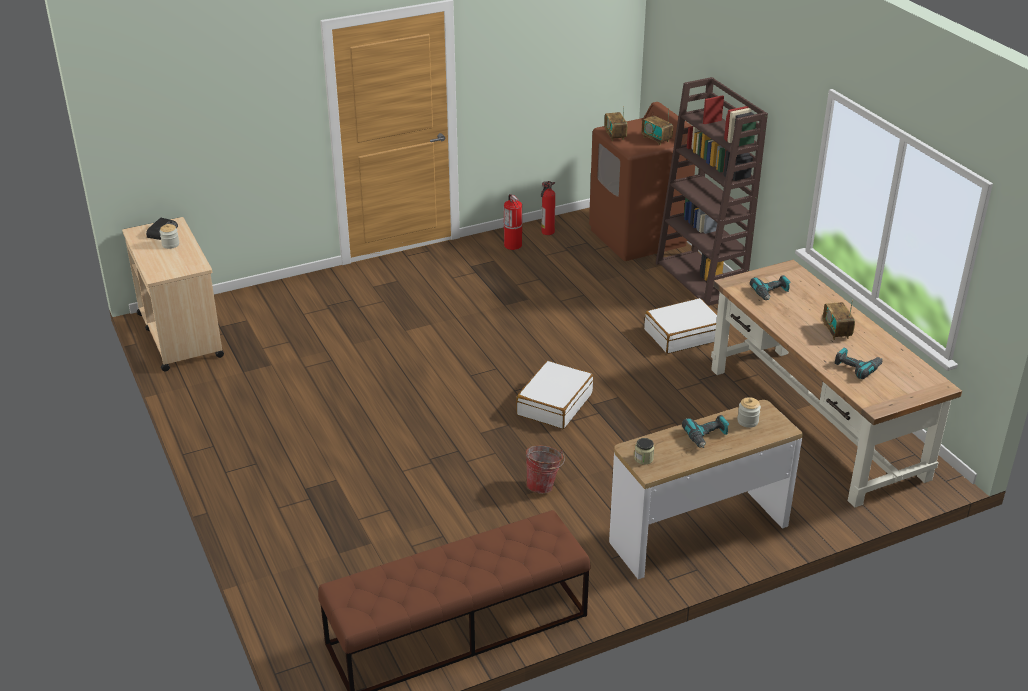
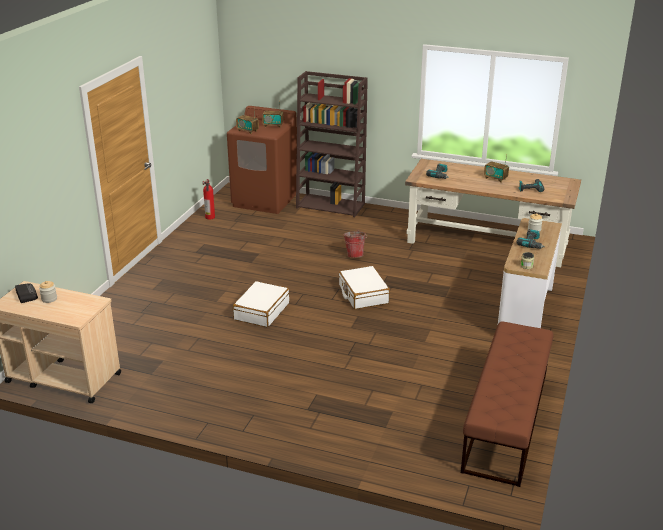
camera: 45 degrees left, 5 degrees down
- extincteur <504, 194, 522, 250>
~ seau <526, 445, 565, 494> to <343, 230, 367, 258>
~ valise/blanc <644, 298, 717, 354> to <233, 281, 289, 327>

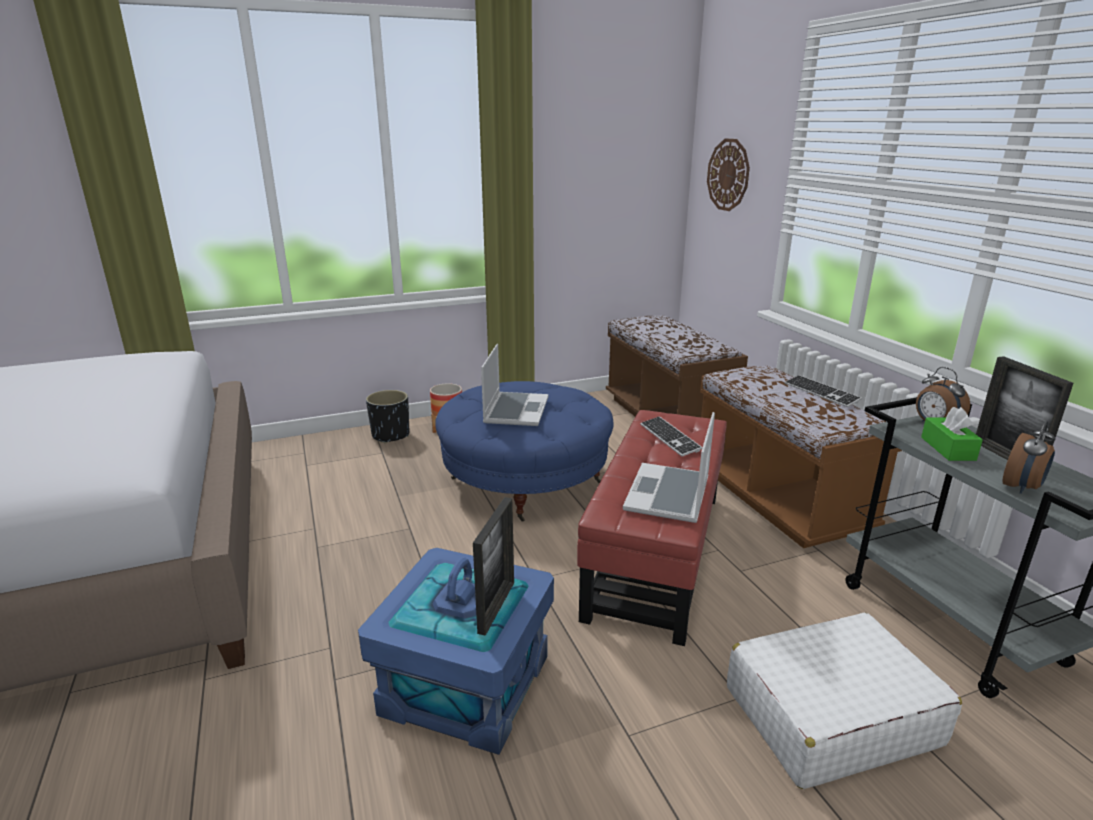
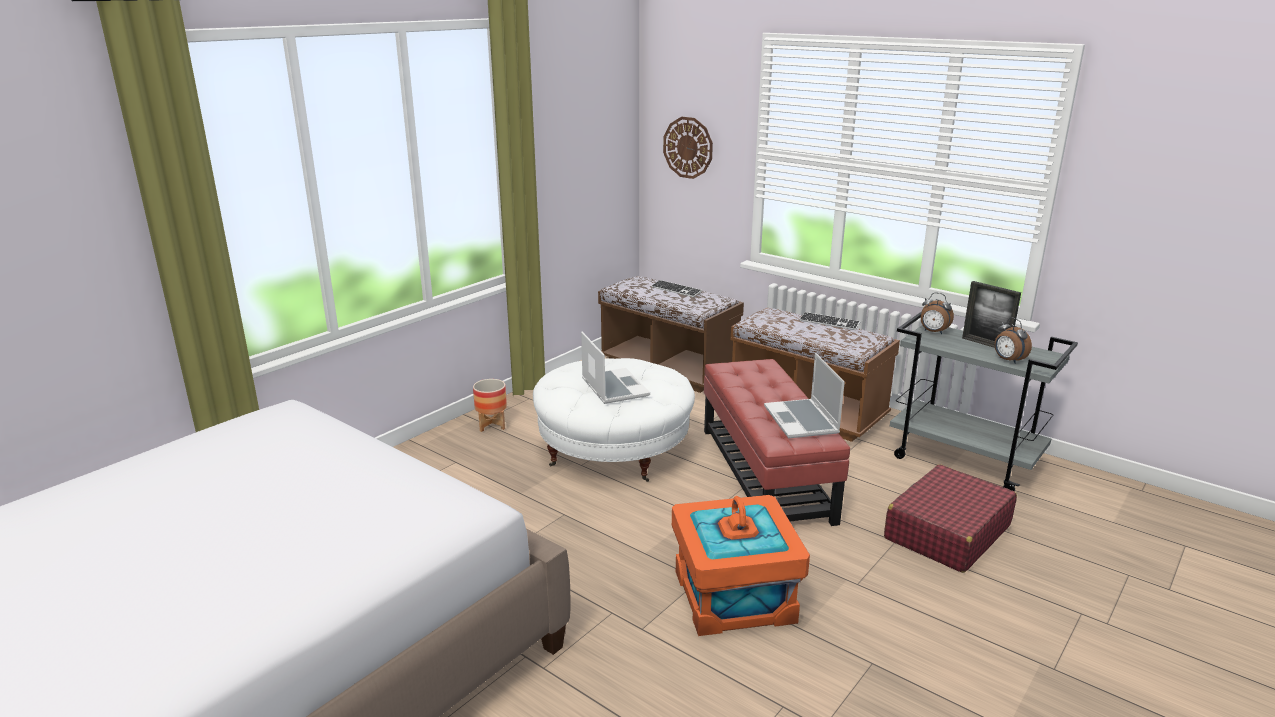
camera: 30 degrees left, 0 degrees up
- cache-pot/noir <366, 390, 409, 443>
- cadre photo <473, 497, 514, 636>
- boîte à mouchoirs/vert <921, 407, 983, 461>
~ clavier <640, 416, 703, 456> to <651, 280, 702, 297>
~ boîte de rangement/bleu <358, 548, 554, 755> to boîte de rangement/orange <672, 495, 810, 636>
~ pouf/bleu <435, 381, 614, 522> to pouf/blanc <533, 358, 695, 482>
~ valise/blanc <727, 613, 962, 789> to valise/rouge <884, 464, 1017, 573>
~ réveil <1002, 420, 1056, 494> = <995, 318, 1032, 364> 135 degrees clockwise

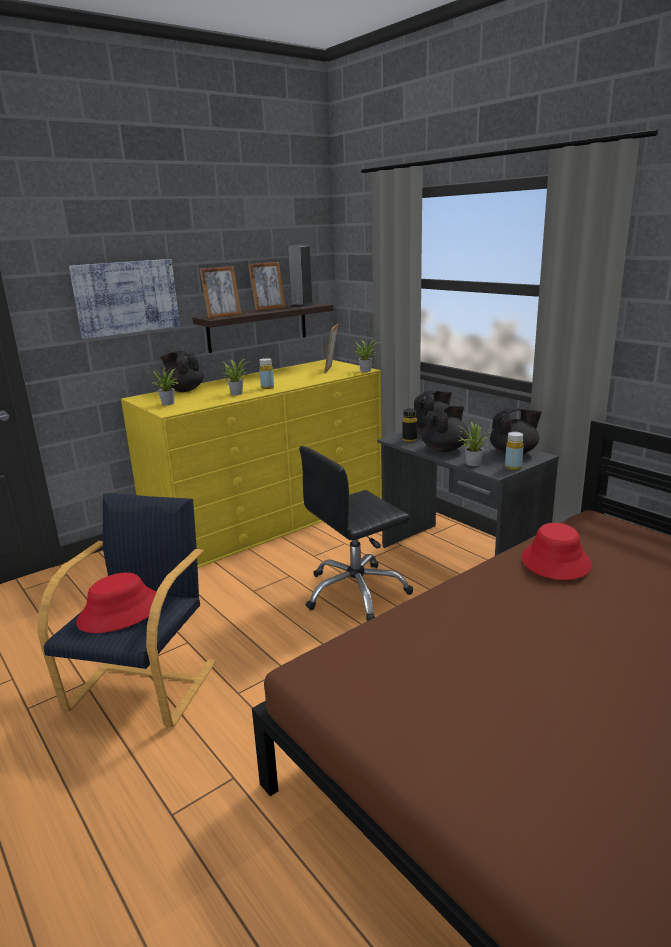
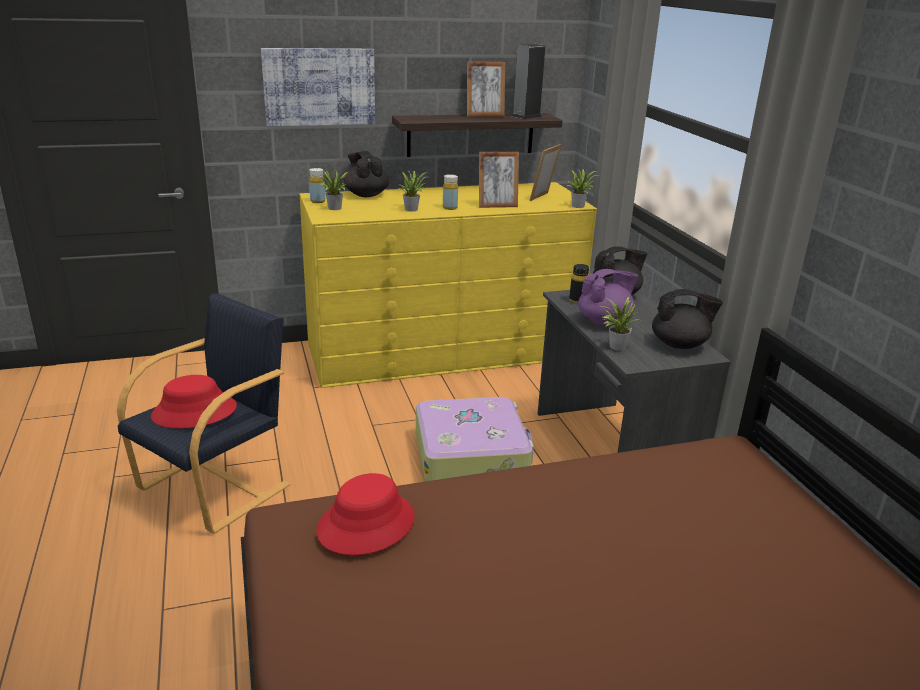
camera: 20 degrees right, 5 degrees up
~ cadre photo <200, 266, 241, 319> to <479, 152, 519, 208>
~ bouteille/jaune <505, 432, 523, 470> to <309, 168, 325, 203>
~ chapeau/rouge <521, 523, 592, 580> to <316, 473, 415, 555>
~ chaise de bureau/noir <299, 446, 413, 621> to valise <416, 397, 534, 482>
~ théière/noir <422, 405, 469, 452> to théière/violet <578, 269, 638, 325>

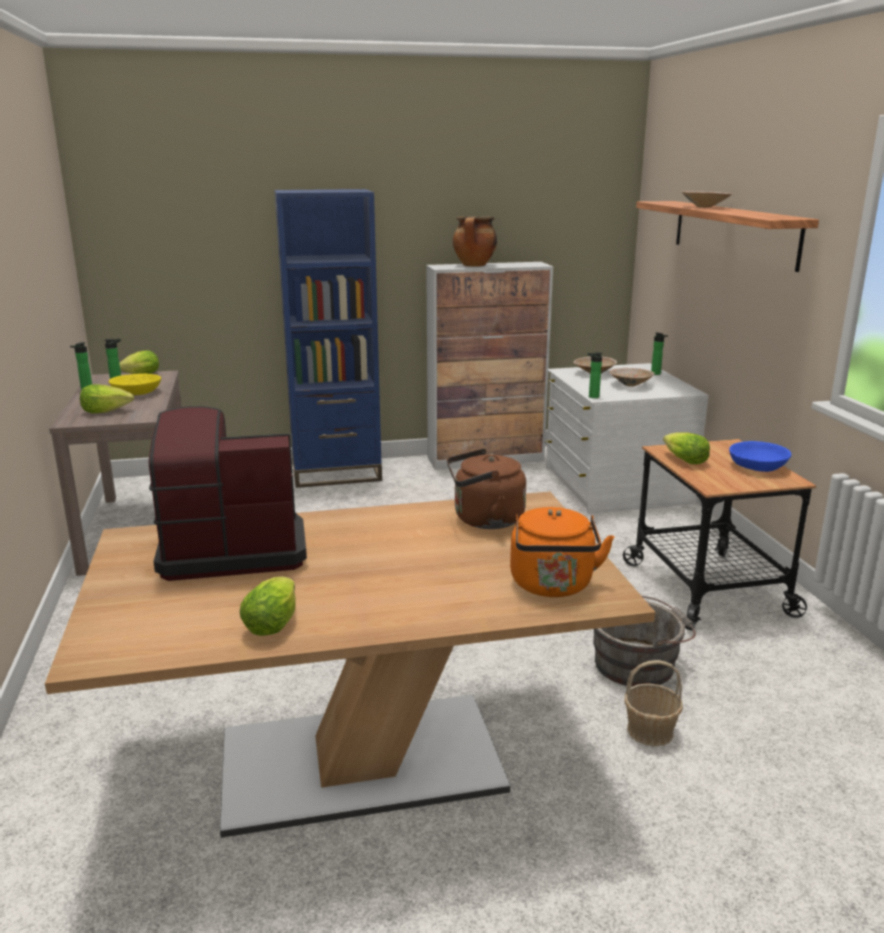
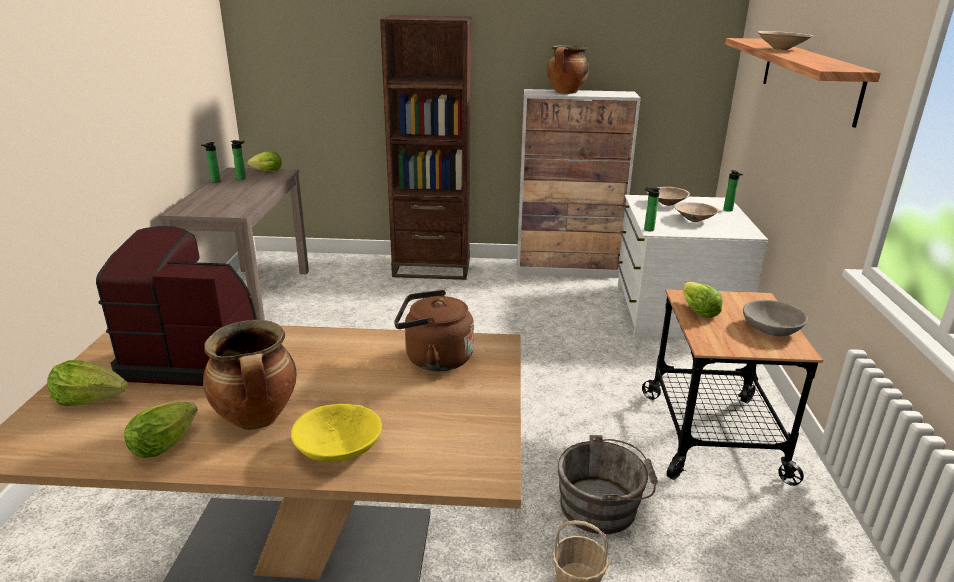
camera: 15 degrees right, 5 degrees up
- bouilloire/orange <510, 507, 614, 597>
+ marmite <203, 320, 297, 430>
~ laitue <80, 384, 134, 413> to <47, 360, 128, 406>
~ bol/jaune <109, 374, 161, 395> to <291, 404, 382, 462>
~ bibliothèque/bleu <274, 189, 382, 488> to bibliothèque/marron <380, 15, 471, 280>
~ bol/bleu <729, 441, 791, 472> to bol/gris <743, 300, 808, 337>

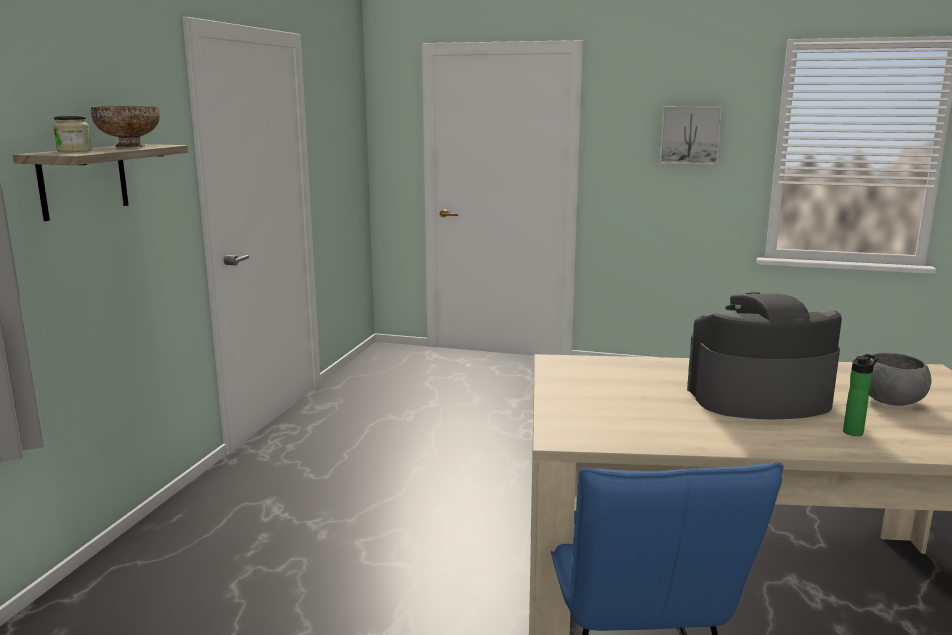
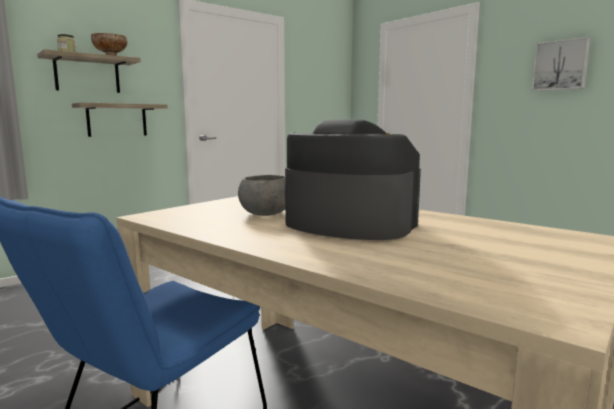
camera: 35 degrees right, 5 degrees down
- bouteille <843, 354, 878, 436>
+ étagère <72, 102, 168, 137>
~ bol/gris <869, 353, 932, 406> to <238, 175, 285, 216>

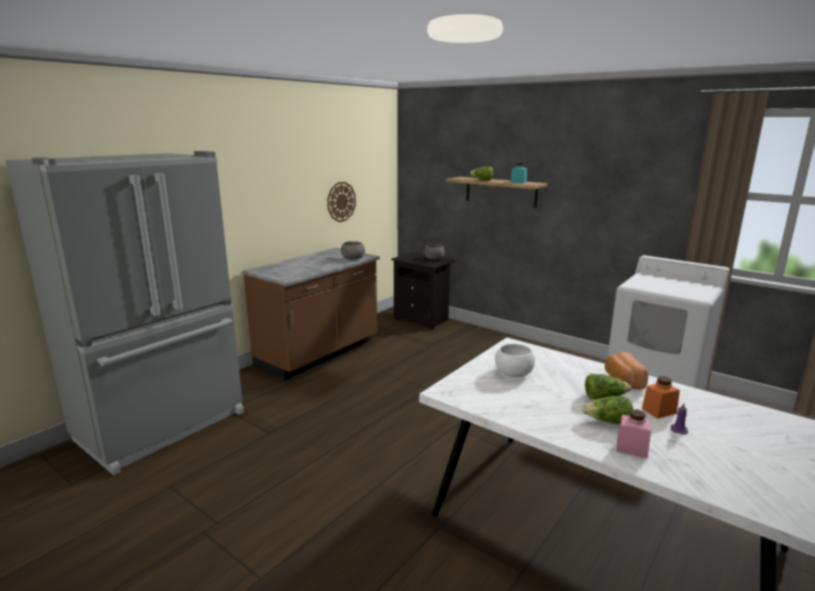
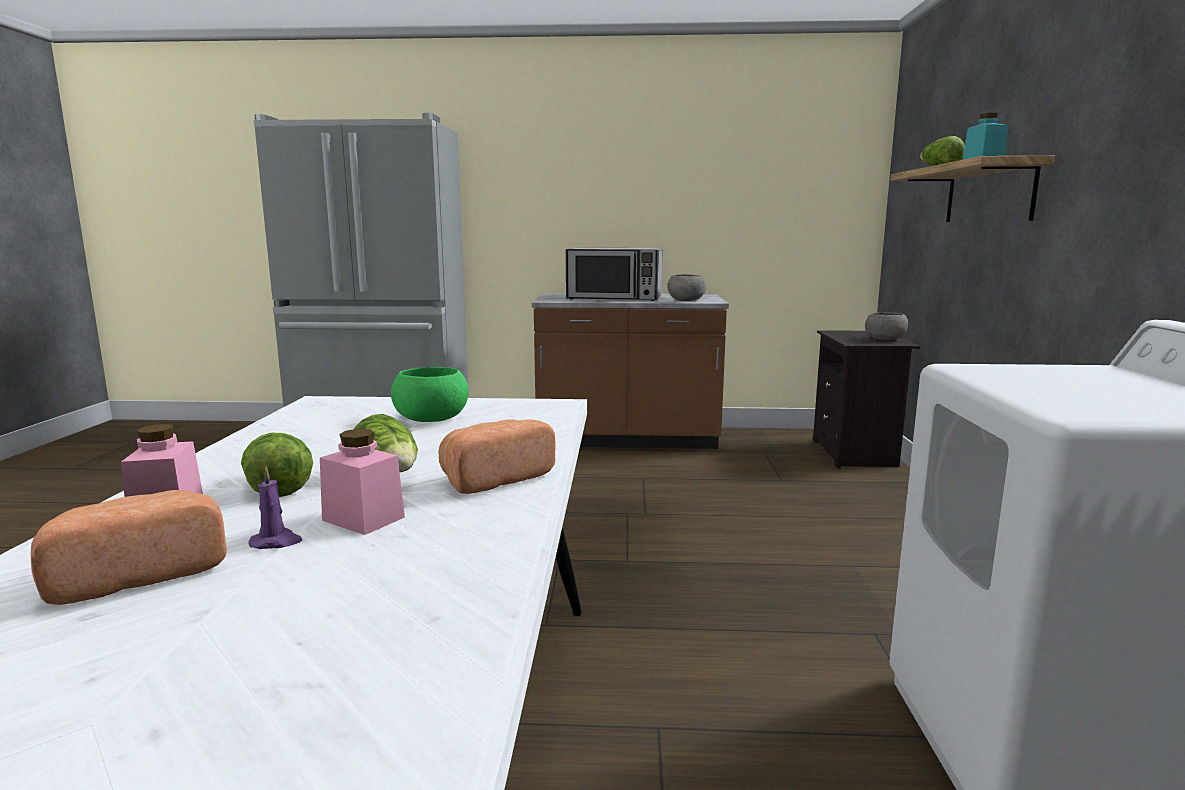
camera: 55 degrees right, 5 degrees down
- horloge murale <327, 182, 356, 222>
+ pain <31, 490, 227, 605>
+ micro-ondes <566, 248, 663, 301>
~ bol/blanc <495, 344, 535, 377> to bol/vert <391, 367, 468, 422>
~ bocal/orange <642, 376, 680, 419> to bocal/rose <320, 429, 405, 535>

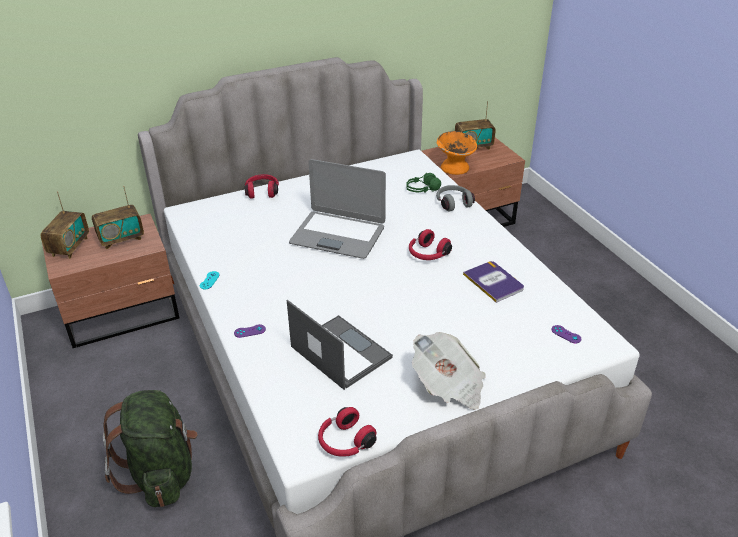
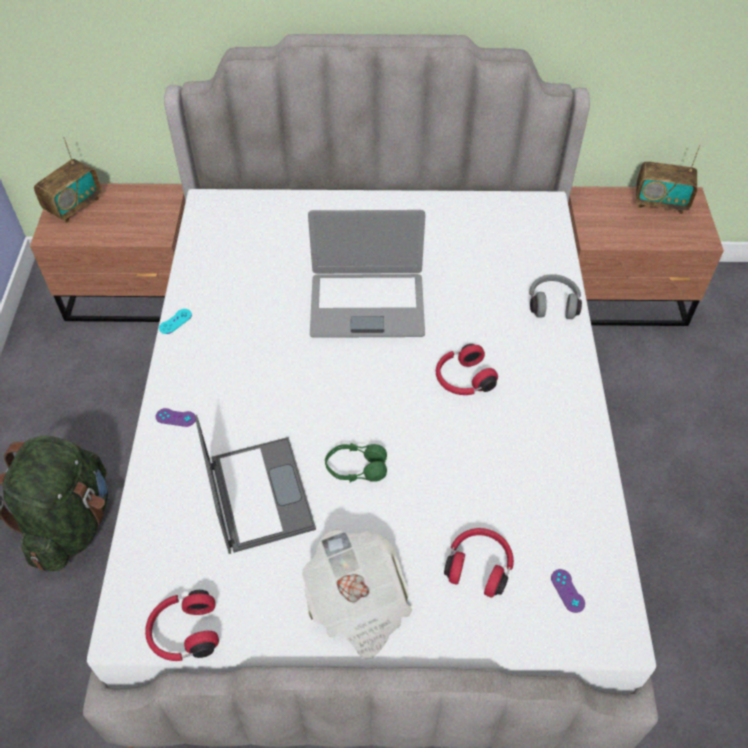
camera: 25 degrees right, 15 degrees up
- radio <92, 186, 144, 249>
- bol/orange <437, 131, 477, 175>
- livre <463, 261, 524, 303>
~ casque audio/rouge <245, 174, 279, 198> to <444, 528, 514, 597>
~ casque audio/vert <406, 173, 441, 192> to <325, 443, 387, 482>
~ ordinateur portable <289, 159, 386, 259> = <308, 210, 425, 338> 45 degrees counterclockwise

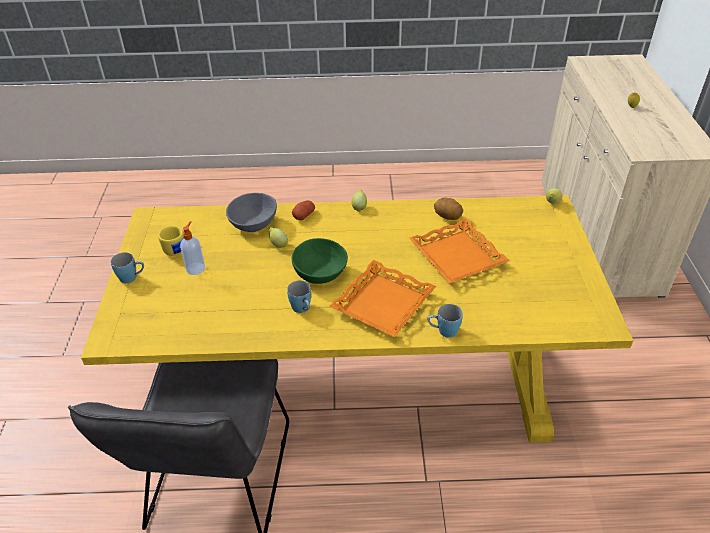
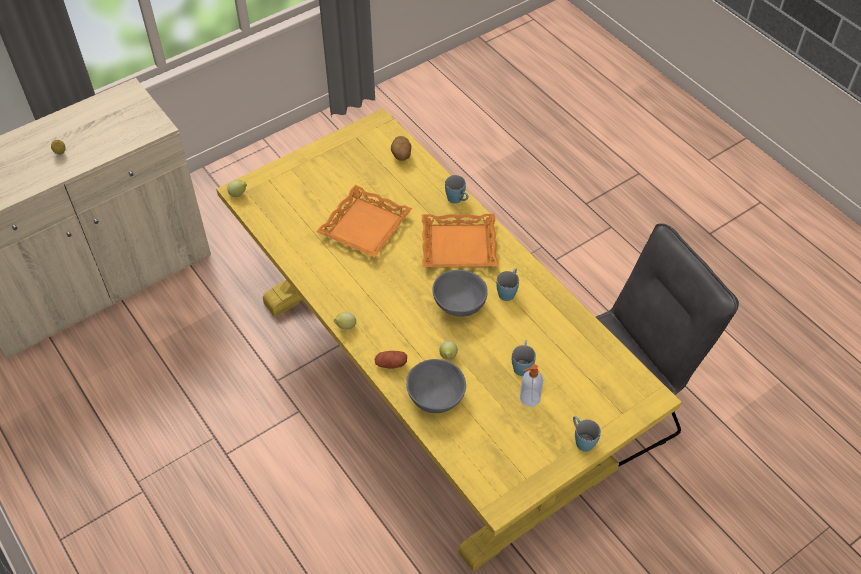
camera: 125 degrees left, 10 degrees up
- mug/jaune <158, 226, 184, 256>
+ mug/bleu <512, 340, 536, 376>
~ pomme de terre <434, 198, 463, 220> to <391, 136, 411, 160>
~ bol/vert <292, 238, 348, 284> to bol/gris <432, 270, 488, 317>

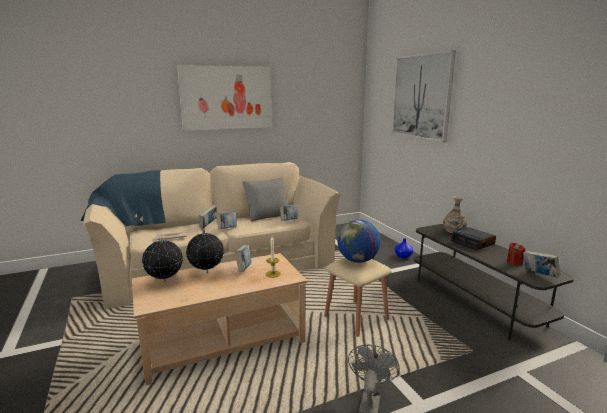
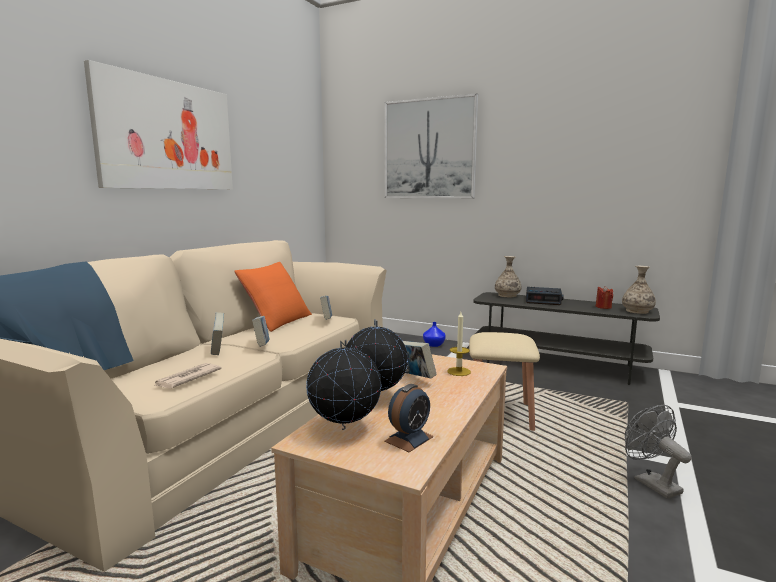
camera: 40 degrees left, 5 degrees down
- globe <337, 220, 381, 263>
+ réveil <384, 384, 434, 452>
~ livre <523, 251, 561, 278> to vase <622, 266, 656, 314>
~ coussin/gris <242, 177, 288, 221> to coussin/orange <234, 262, 312, 332>

